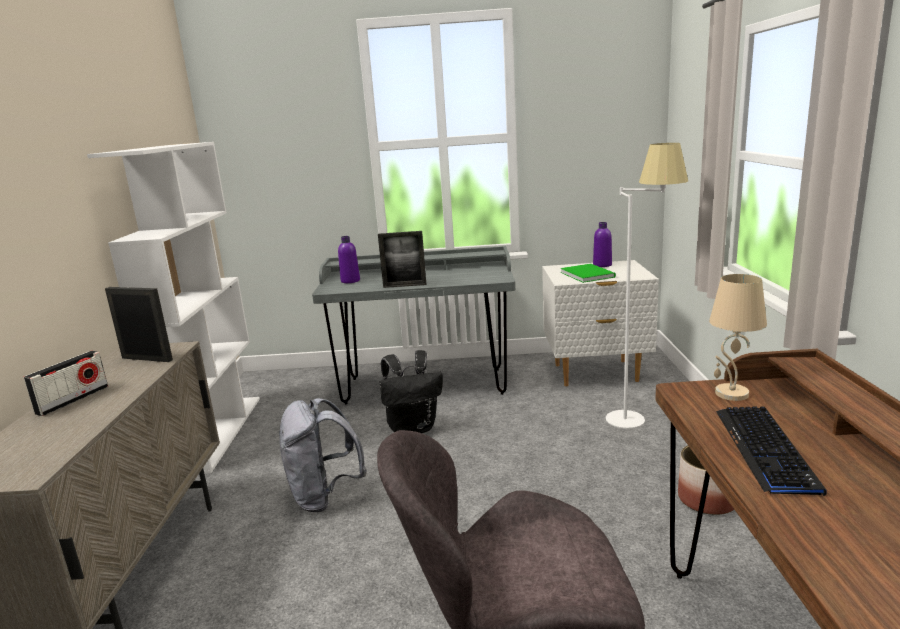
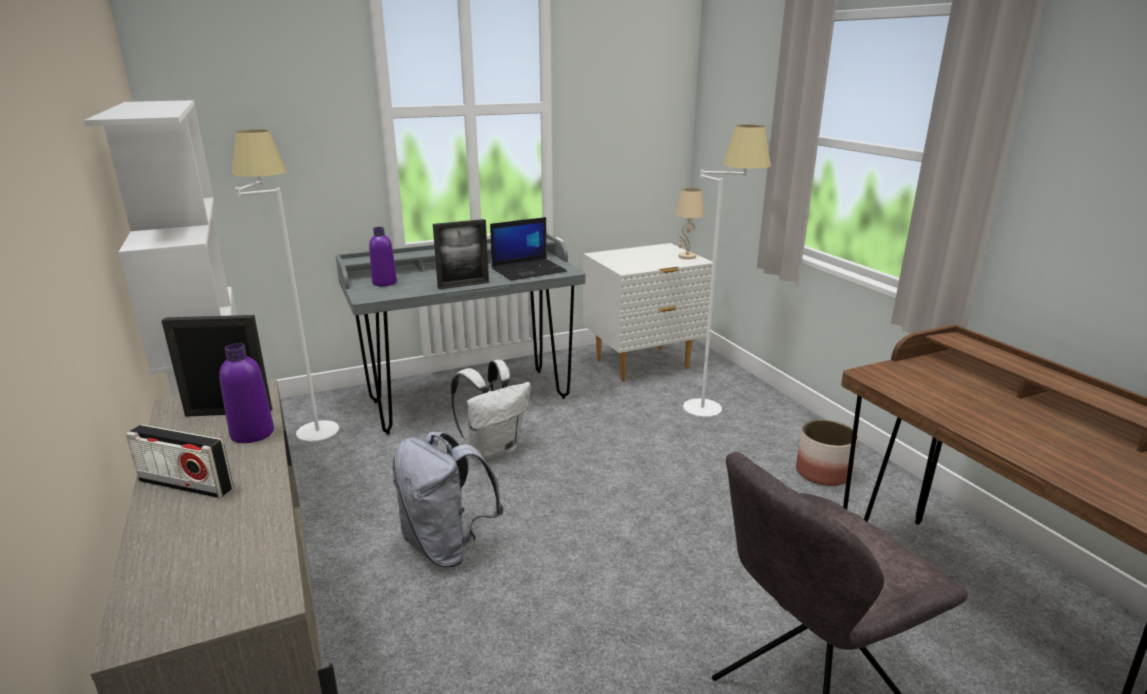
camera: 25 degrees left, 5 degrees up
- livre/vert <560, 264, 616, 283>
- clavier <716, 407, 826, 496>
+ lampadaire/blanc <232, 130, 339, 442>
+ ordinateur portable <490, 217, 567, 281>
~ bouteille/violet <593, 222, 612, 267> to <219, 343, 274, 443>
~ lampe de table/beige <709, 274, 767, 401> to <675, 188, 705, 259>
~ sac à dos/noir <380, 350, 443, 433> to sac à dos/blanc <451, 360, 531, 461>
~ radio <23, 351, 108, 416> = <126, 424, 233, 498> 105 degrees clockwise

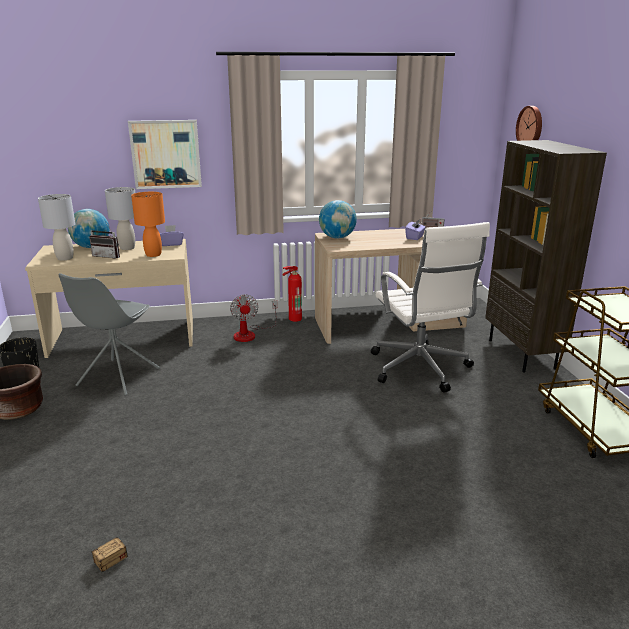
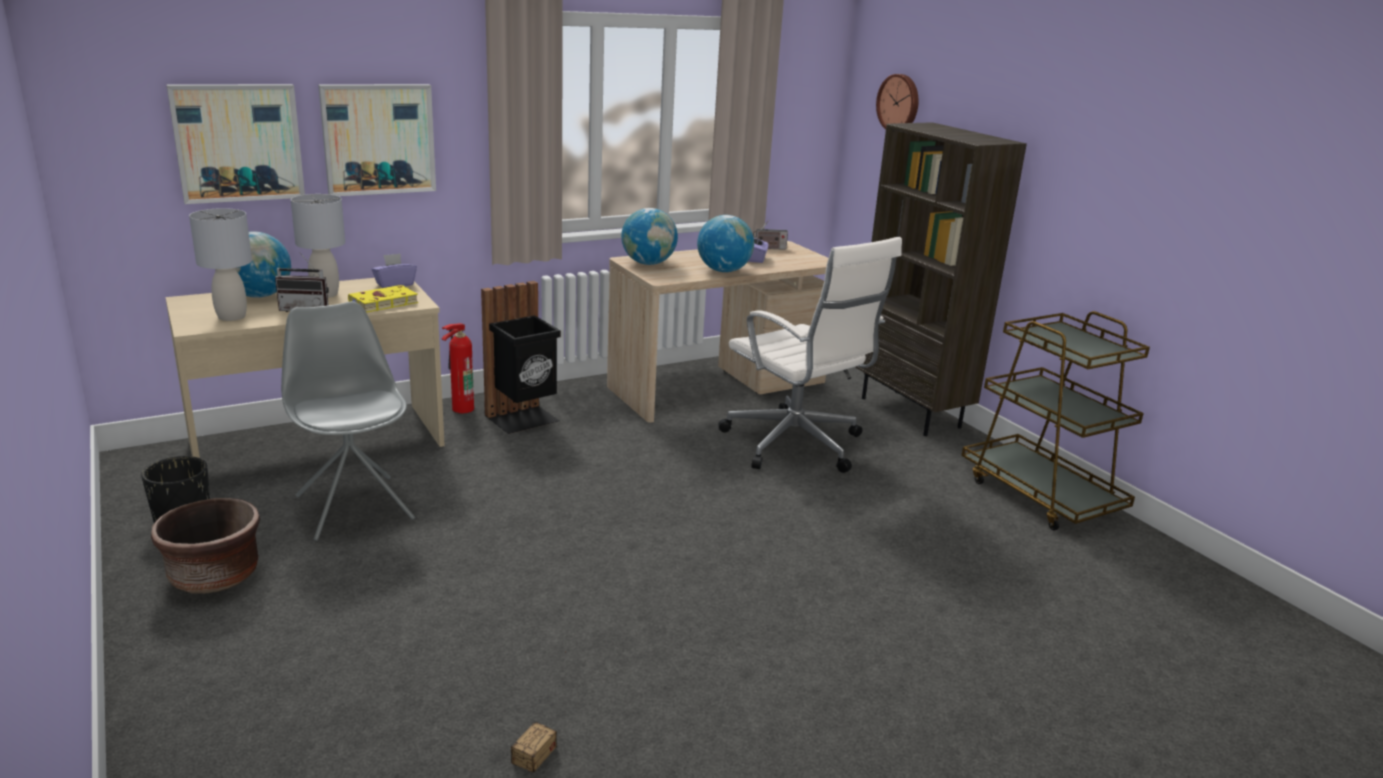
camera: 20 degrees left, 0 degrees up
+ tableau <167, 84, 305, 204>
+ globe <697, 215, 754, 272>
~ extincteur <282, 266, 302, 322> to <442, 323, 474, 413>
~ lampe de table/orange <131, 192, 165, 257> to livre/jaune <348, 285, 418, 312>
~ ventilateur <230, 294, 277, 342> to poubelle/noir <481, 281, 561, 434>
~ chaise/gris <58, 273, 160, 396> = <281, 301, 415, 541> 150 degrees clockwise

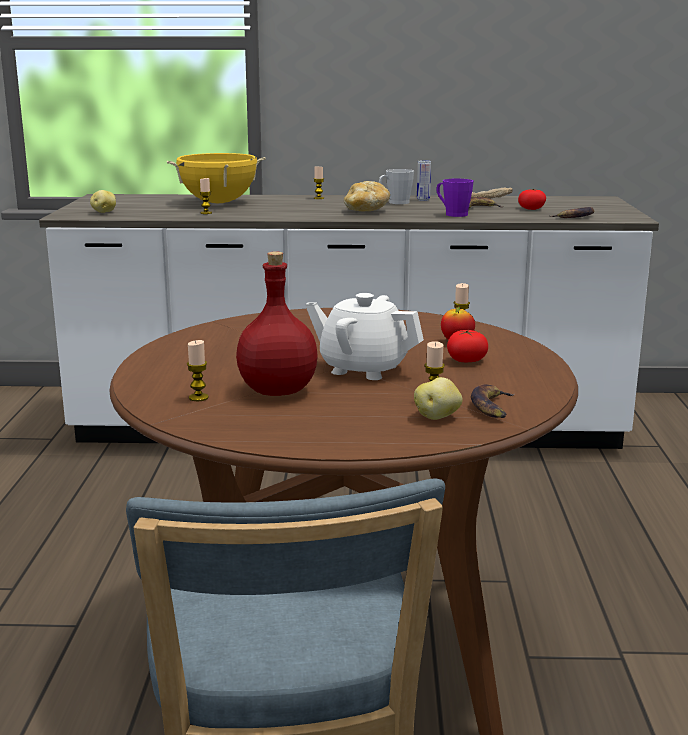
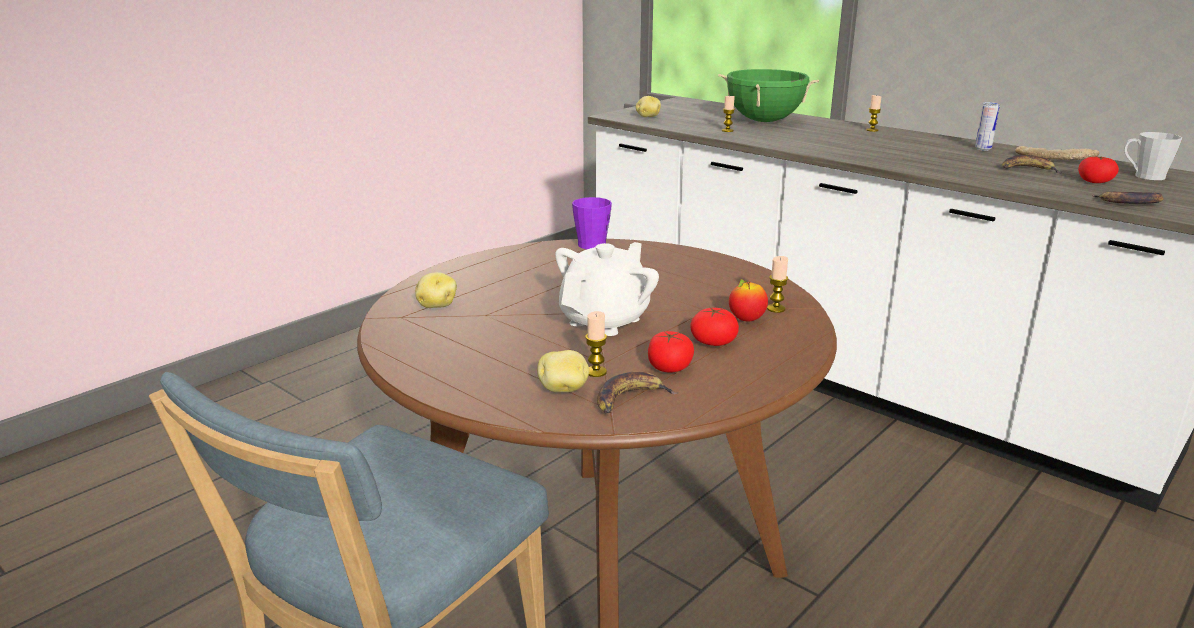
camera: 40 degrees right, 5 degrees up
- bouteille/rouge <236, 252, 318, 396>
- pain <344, 181, 390, 211>
+ tomate <648, 331, 694, 373>
~ mug/gris <379, 169, 414, 204> to <1124, 132, 1182, 180>
~ mug/violet <436, 179, 474, 217> to <572, 197, 612, 249>
~ bougie <187, 340, 209, 401> to pomme de terre <415, 272, 457, 308>
~ marmite/jaune <167, 153, 266, 203> to marmite/vert <718, 69, 819, 122>
~ théière/blanc <305, 293, 424, 380> = <555, 242, 659, 336> 60 degrees clockwise

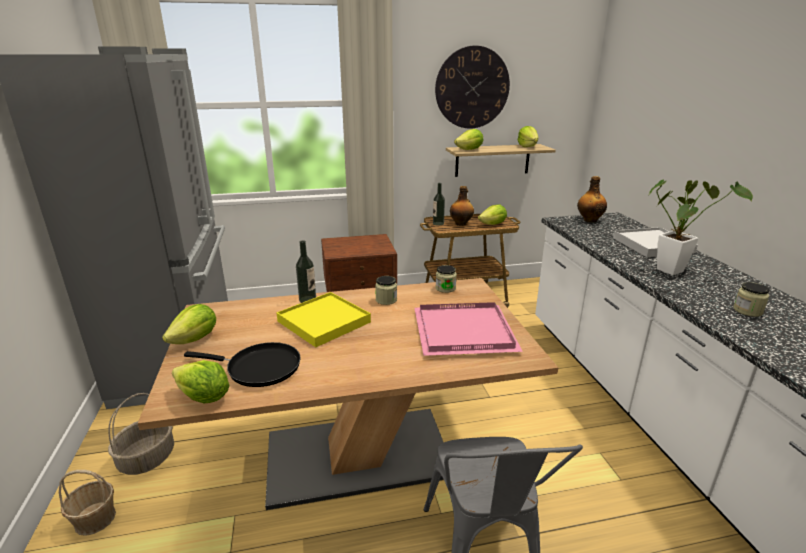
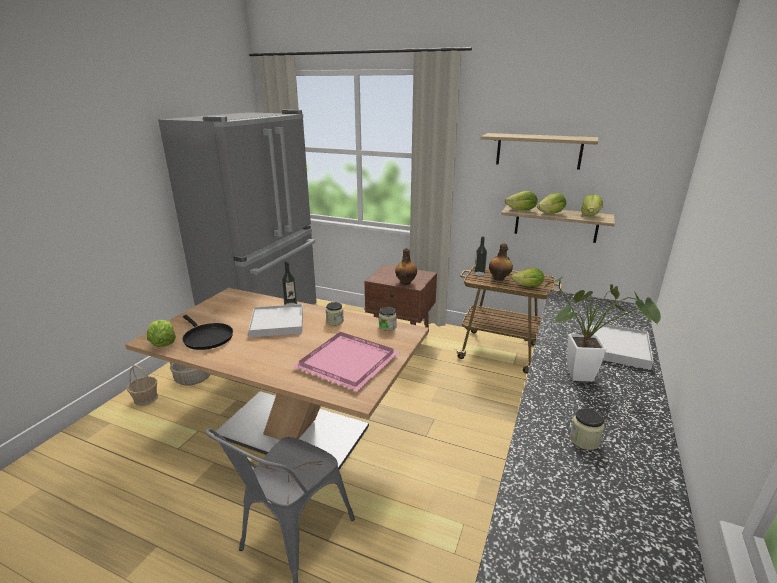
camera: 35 degrees right, 0 degrees up
~ laitue <162, 304, 216, 344> to <537, 193, 566, 214>
~ bouteille <577, 176, 607, 223> to <395, 249, 417, 285>
~ horloge murale <435, 46, 510, 129> to étagère <480, 133, 598, 170>
~ plateau/jaune <276, 292, 371, 347> to plateau/blanc <248, 304, 303, 337>

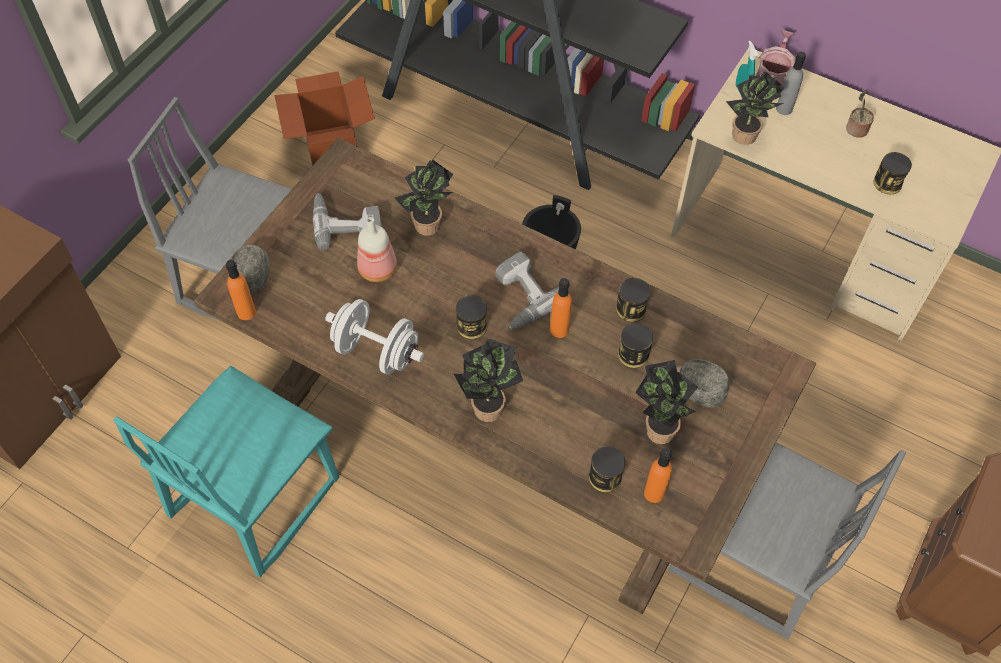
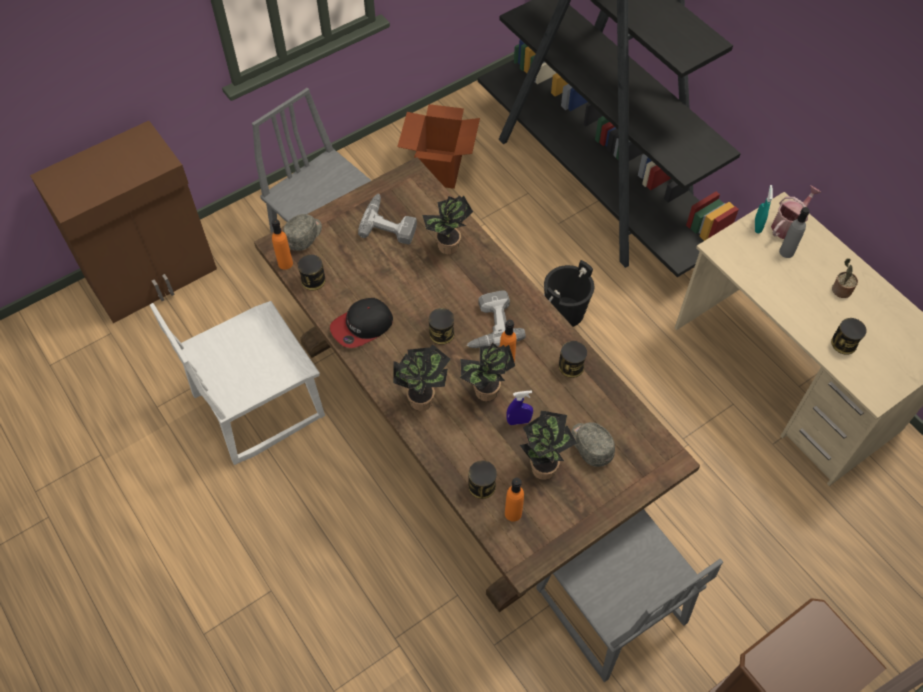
camera: 25 degrees right, 0 degrees up
- bouteille <357, 217, 397, 282>
+ vaporisateur/bleu <506, 390, 533, 425>
~ boîte métallique <618, 323, 653, 368> to <298, 255, 326, 290>
~ plante en pot <726, 72, 785, 145> to <459, 342, 515, 401>
~ haltère/blanc <325, 299, 424, 375> to casquette <330, 298, 393, 348>
~ chaise/turquoise <113, 366, 339, 577> to chaise/blanc <150, 301, 325, 465>

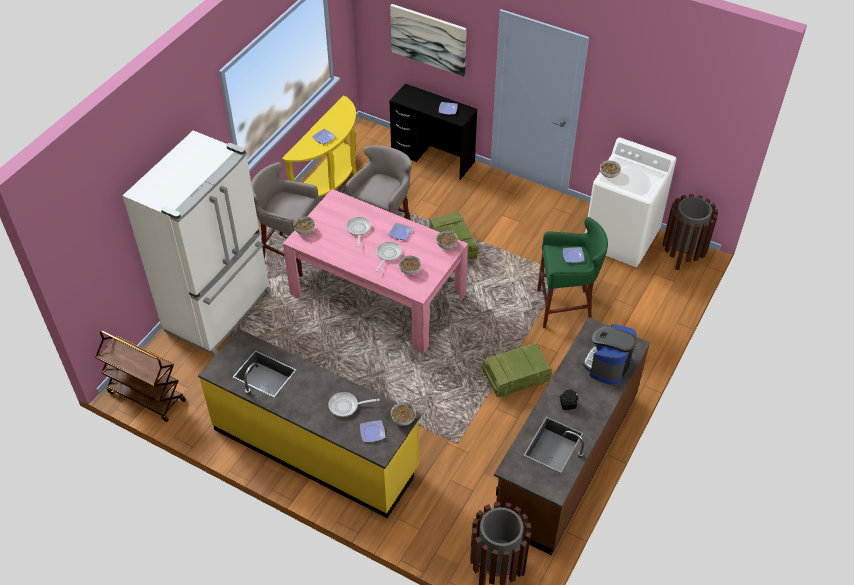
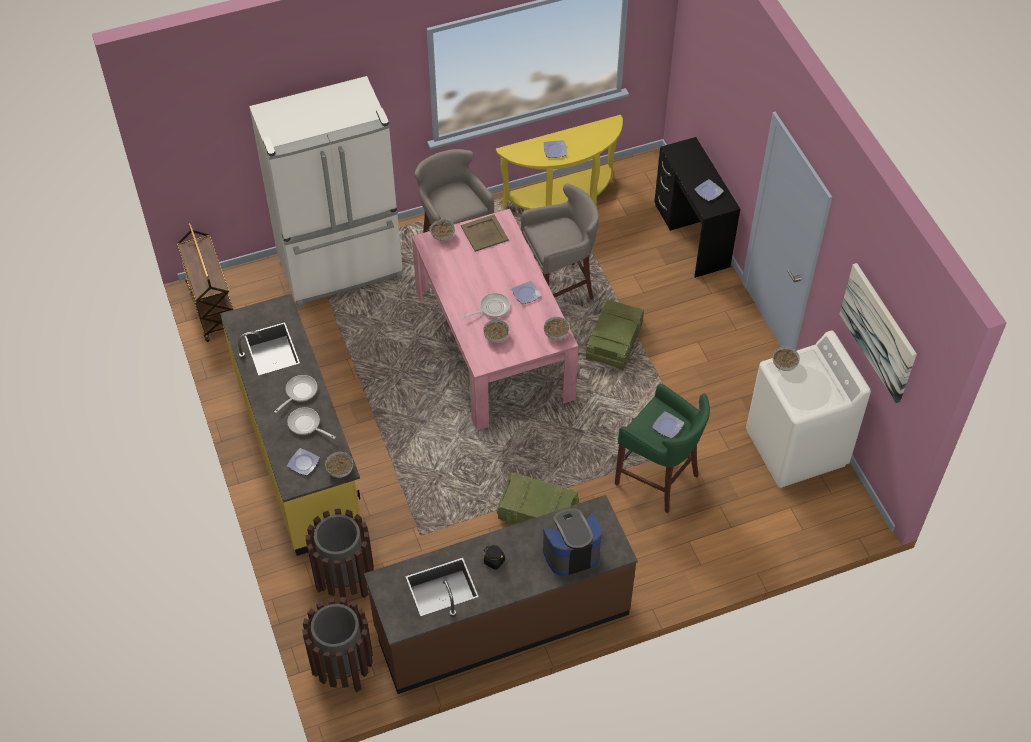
camera: 40 degrees right, 5 degrees up
+ plateau/beige <461, 215, 509, 252>
~ poêle <346, 217, 371, 247> to <274, 375, 317, 413>
~ tableau <390, 4, 467, 77> to <839, 263, 917, 403>
~ poubelle/marron <663, 194, 718, 270> to <306, 509, 374, 598>

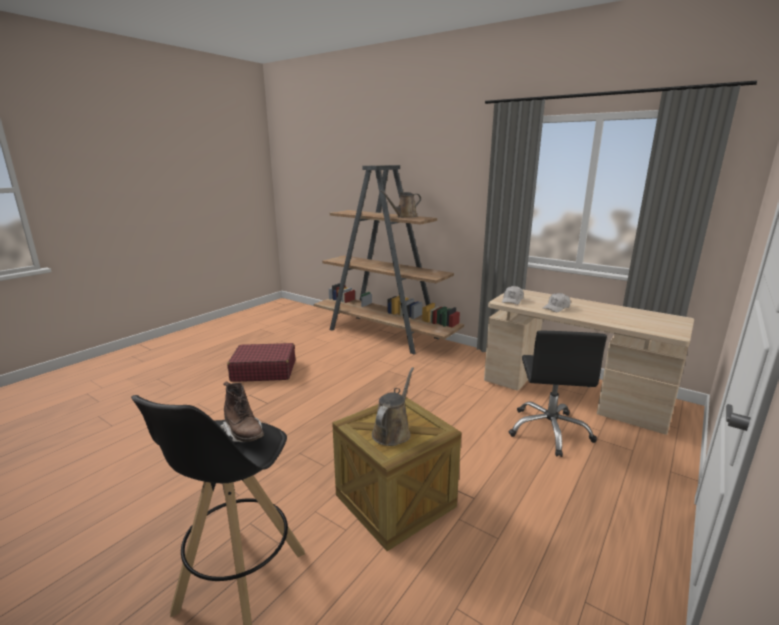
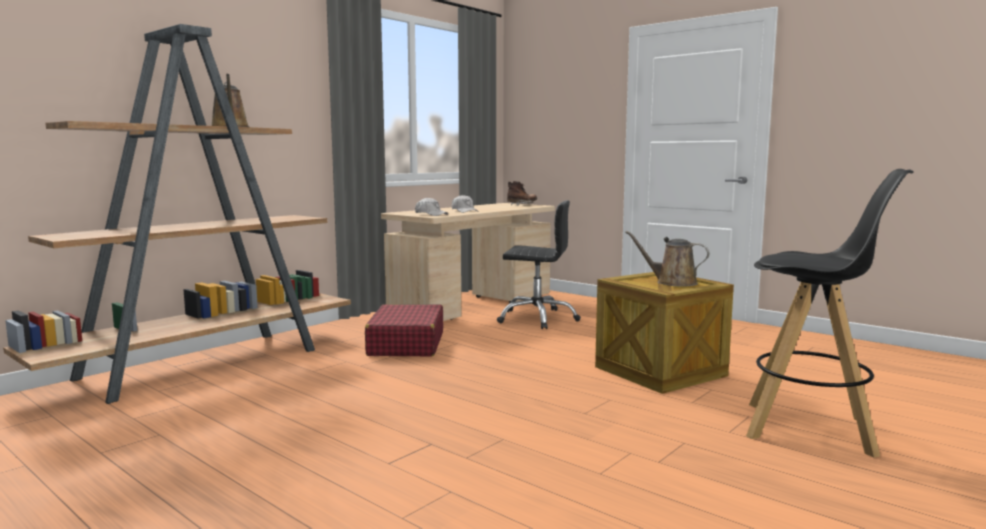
camera: 85 degrees left, 10 degrees down
~ botte/marron <220, 382, 264, 442> to <507, 181, 537, 205>
~ valise/rouge <227, 343, 295, 382> to <365, 305, 443, 357>

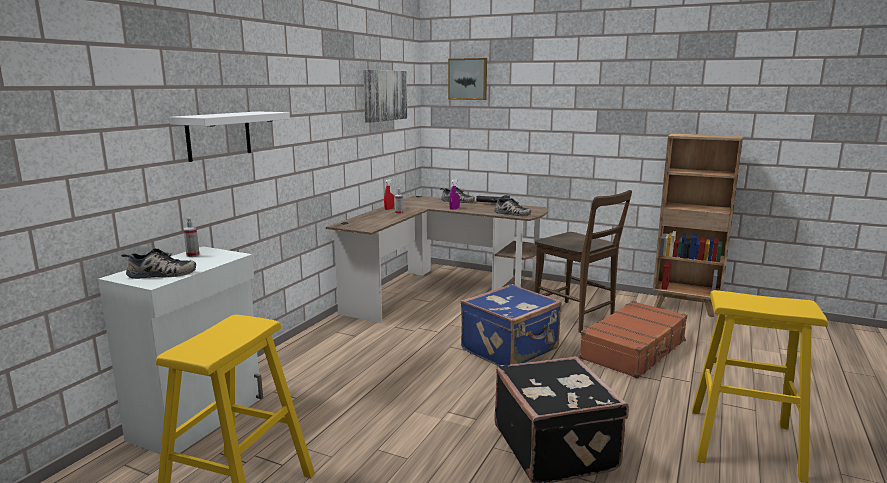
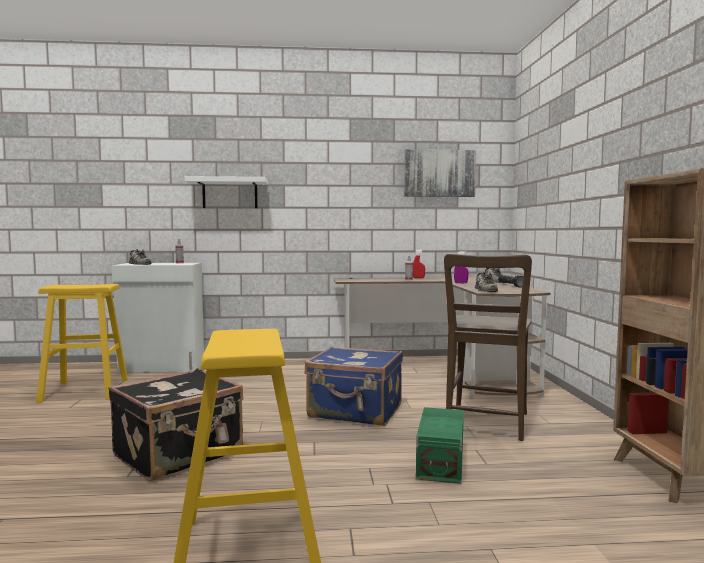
camera: 60 degrees right, 10 degrees down
- tableau <448, 58, 487, 100>
~ valise/marron <579, 301, 687, 378> to boîte de rangement/vert <416, 407, 464, 484>

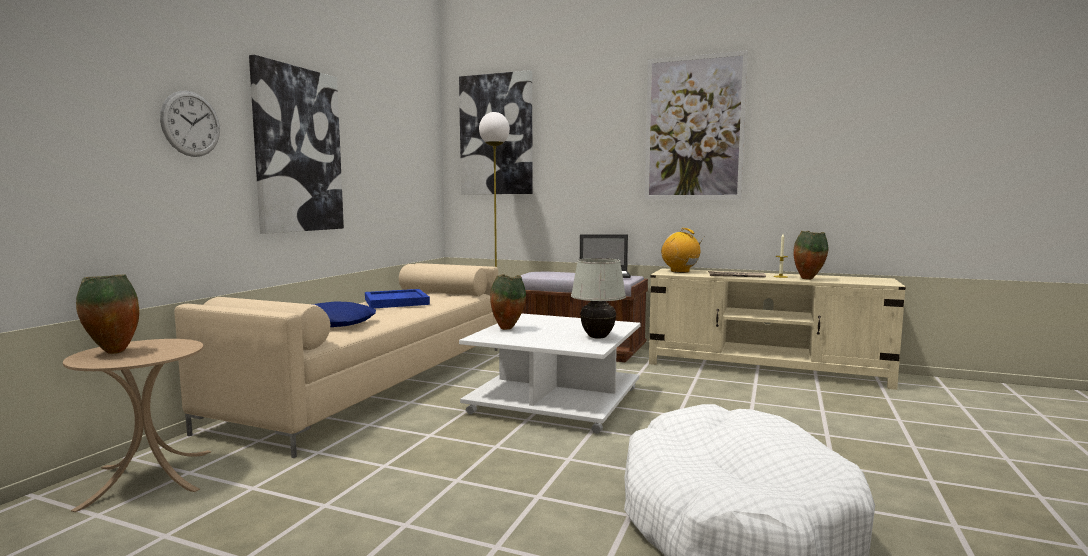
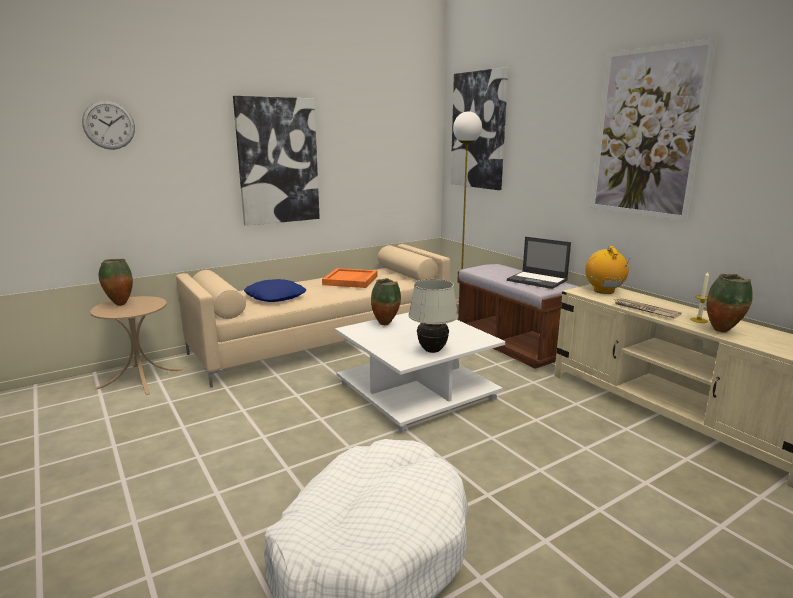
camera: 35 degrees right, 10 degrees up
~ horloge murale <160, 91, 220, 157> to <82, 100, 135, 150>
~ plateau/bleu <365, 289, 430, 309> to plateau/orange <322, 268, 378, 288>

